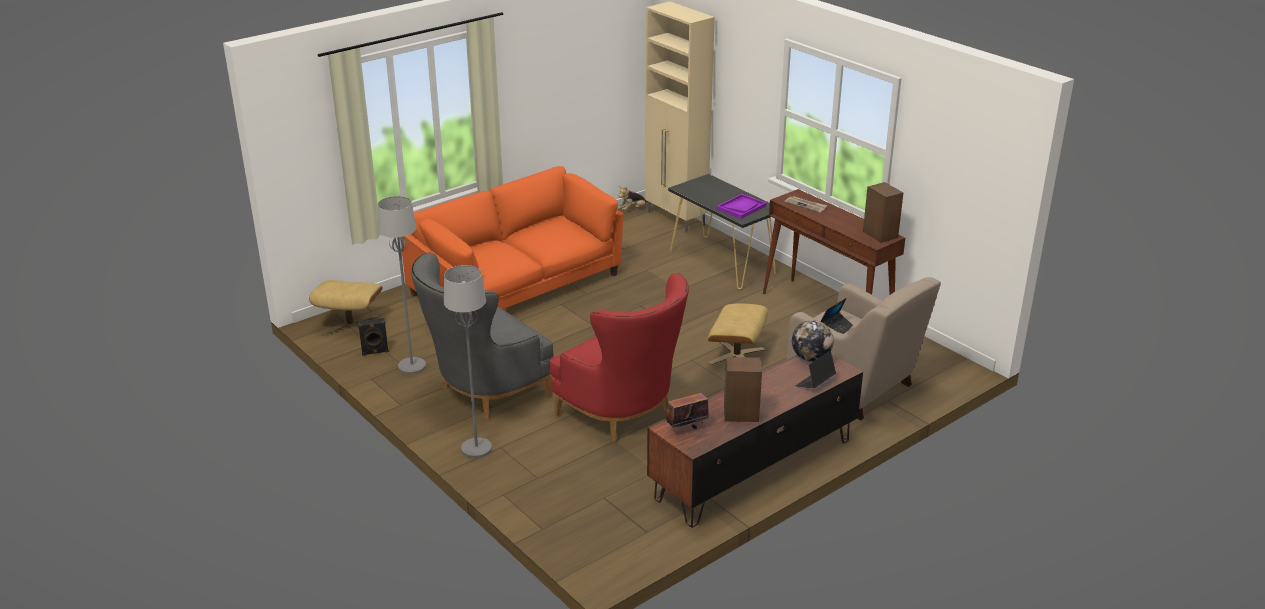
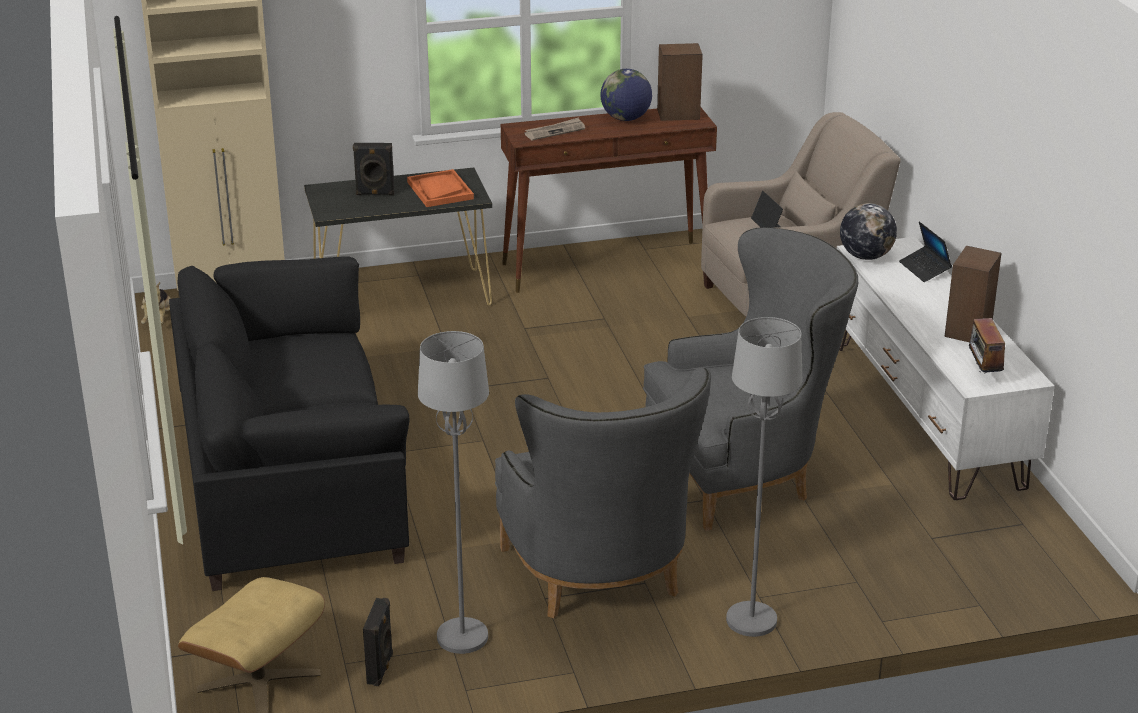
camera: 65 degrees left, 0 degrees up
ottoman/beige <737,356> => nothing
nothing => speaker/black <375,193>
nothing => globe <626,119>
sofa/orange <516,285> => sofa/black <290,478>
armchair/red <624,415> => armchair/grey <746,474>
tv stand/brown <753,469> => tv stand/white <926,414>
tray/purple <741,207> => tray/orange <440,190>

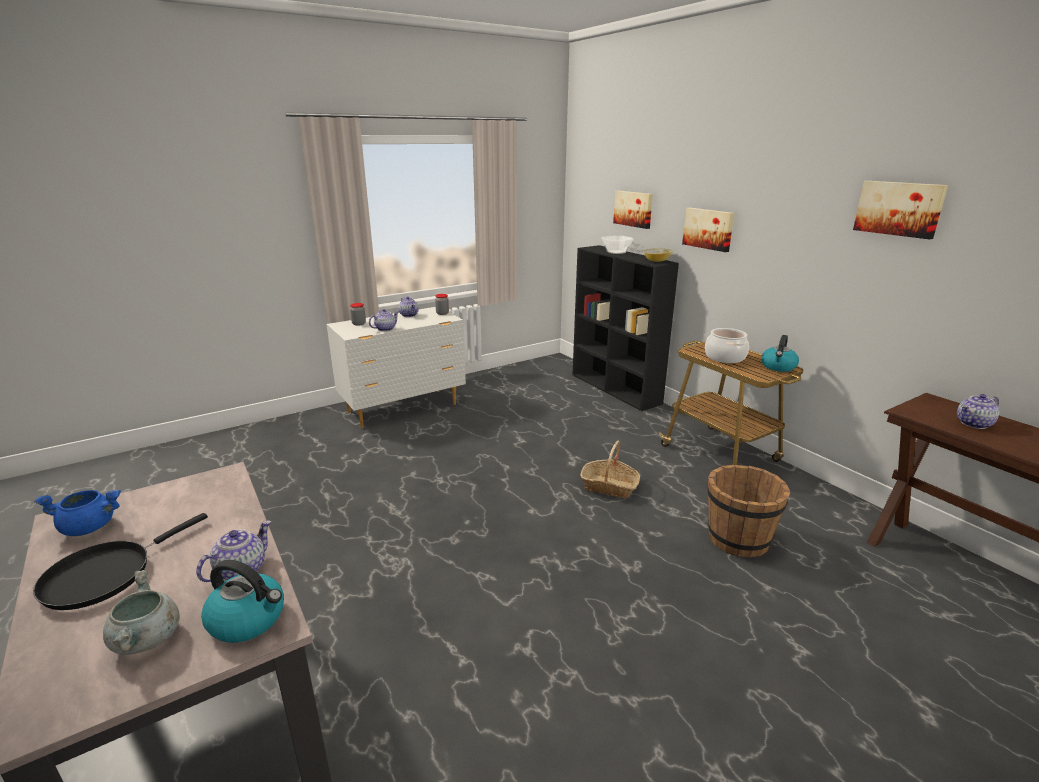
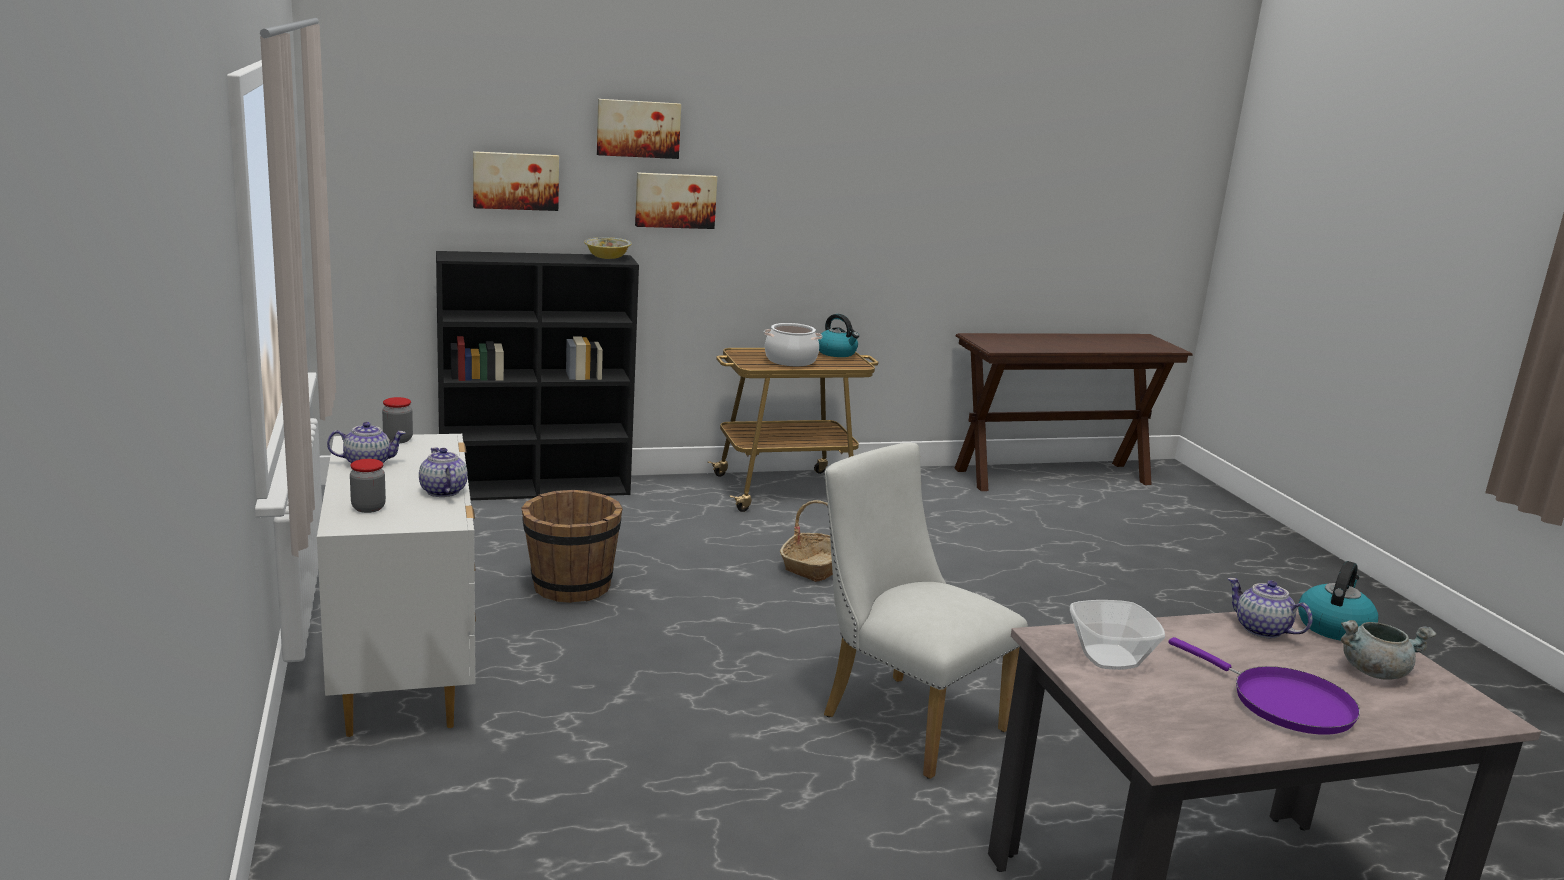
camera: 75 degrees left, 5 degrees down
cooking pot/blue <91,527> => nothing
teapot <974,424> => nothing
nothing => chair/white <902,718>
bowl <616,252> => bowl <1111,658>, moved
bucket/brown <738,539> => bucket/brown <570,586>, moved
picture <899,208> => picture <638,128>, moved
frying pan/black <105,574> => frying pan/purple <1283,703>

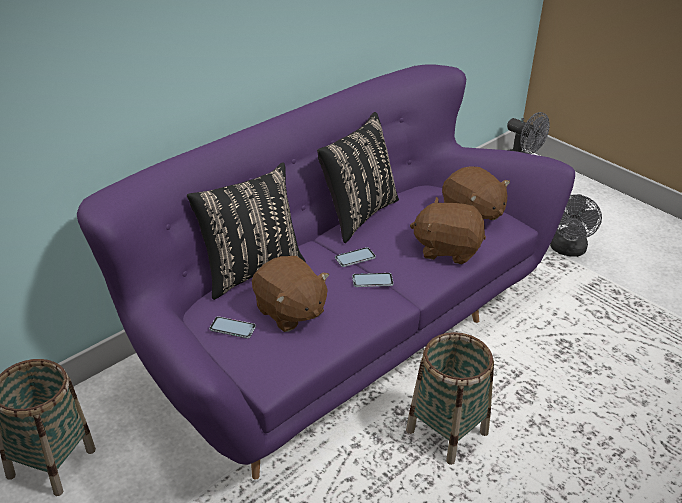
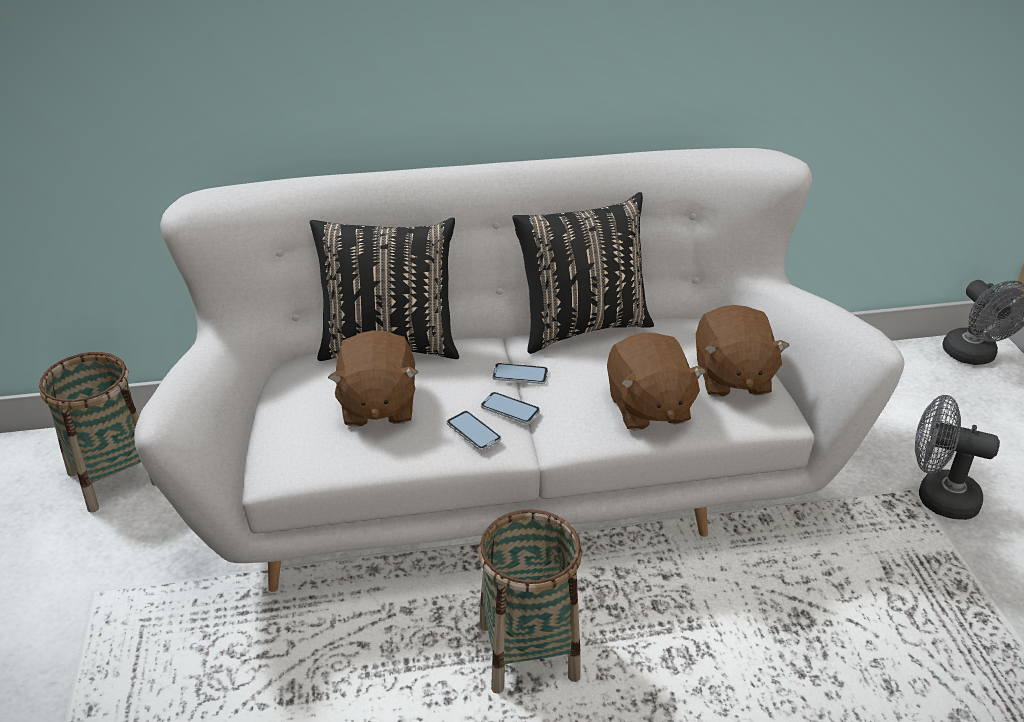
camera: 35 degrees right, 0 degrees up
phone <232,328> => phone <473,431>, moved
sofa/purple <339,336> => sofa/white <512,477>
plush toy/brown <447,249> => plush toy/brown <647,408>, 150 degrees counterclockwise
fan/grey <567,250> => fan/grey <937,497>, 60 degrees clockwise

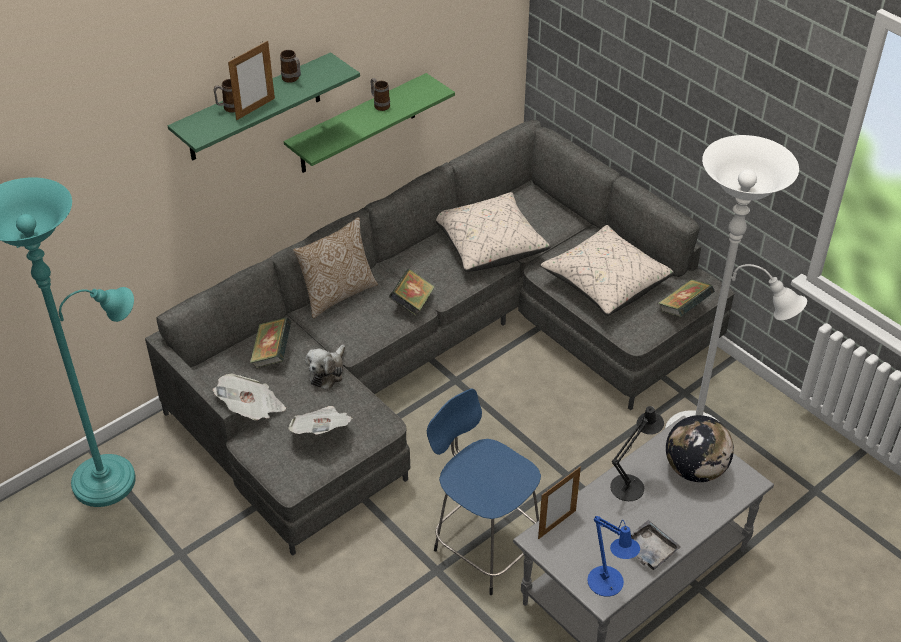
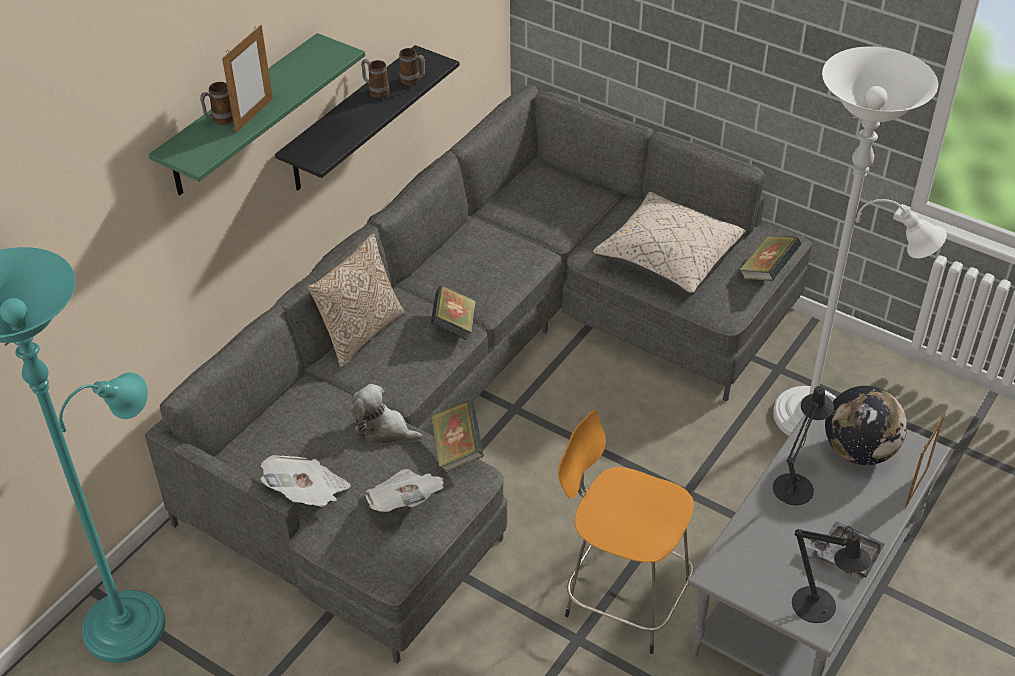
camera: 15 degrees left, 0 degrees up
pillow/beige <489,245> => nothing
book <272,354> => book <457,449>, moved
mug <292,79> => mug <413,81>, moved
picture frame <557,524> => picture frame <916,487>, moved
shelf/green <358,124> => shelf/black <350,120>
stool/blue <485,546> => stool/orange <623,597>
table lamp/blue <608,585> => table lamp/black <819,609>
plush toy <327,372> => plush toy <384,429>, 105 degrees clockwise

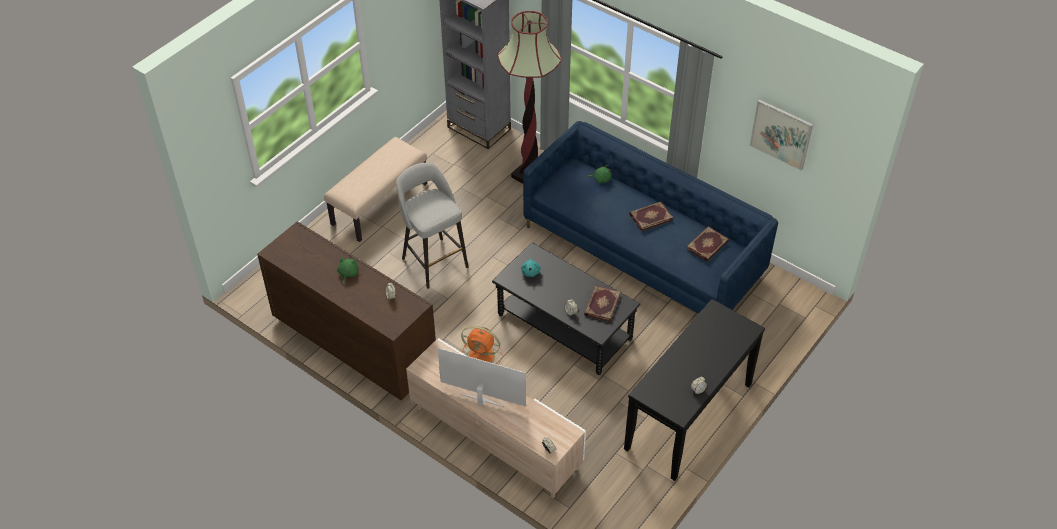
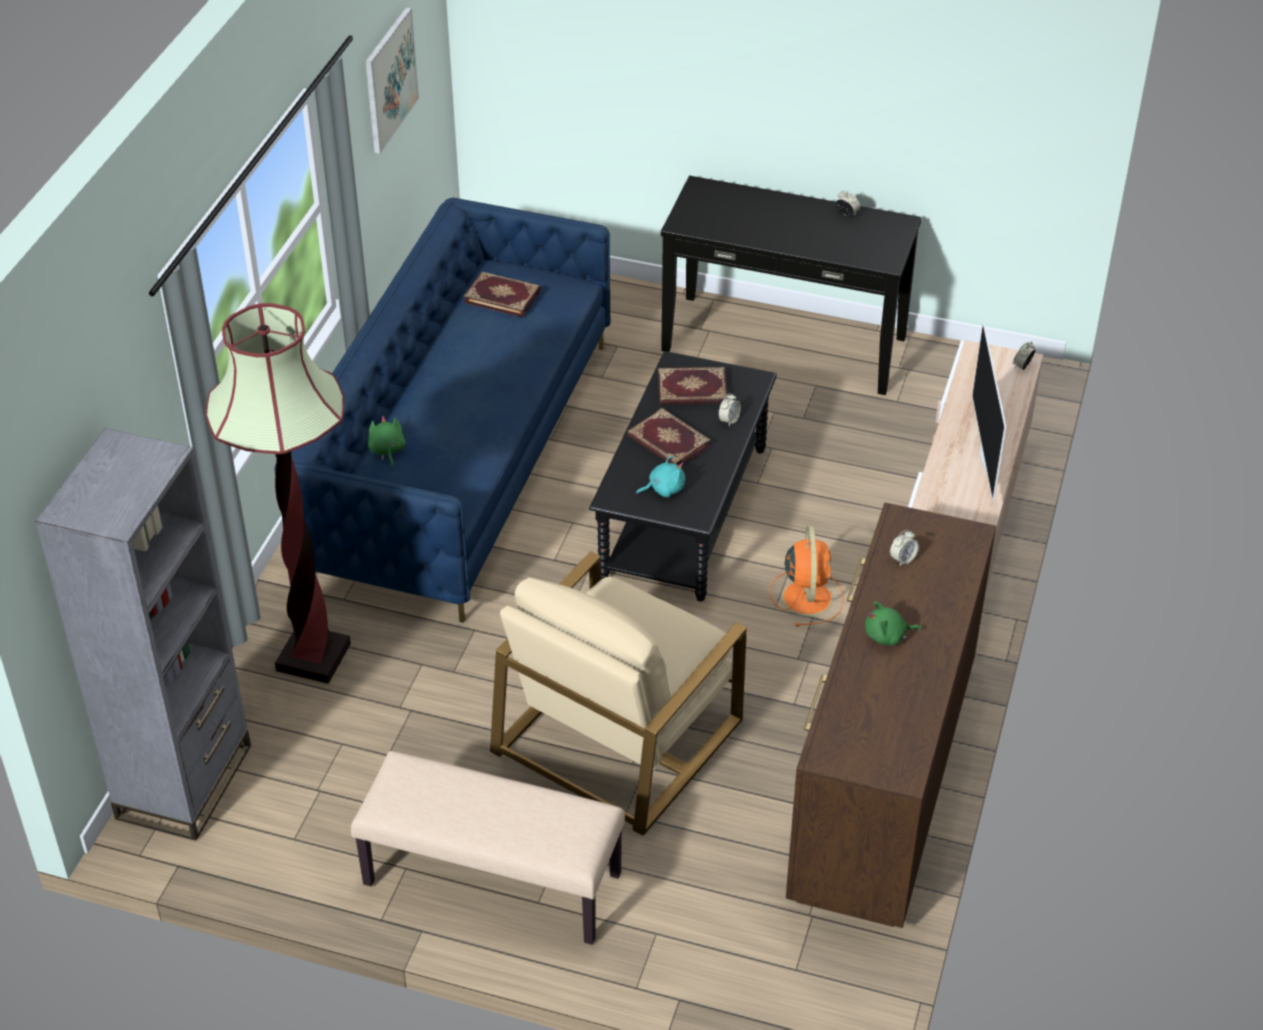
camera: 110 degrees left, 5 degrees down
book <650,217> => book <667,442>, moved
stool/grey <434,261> => armchair/beige <617,732>

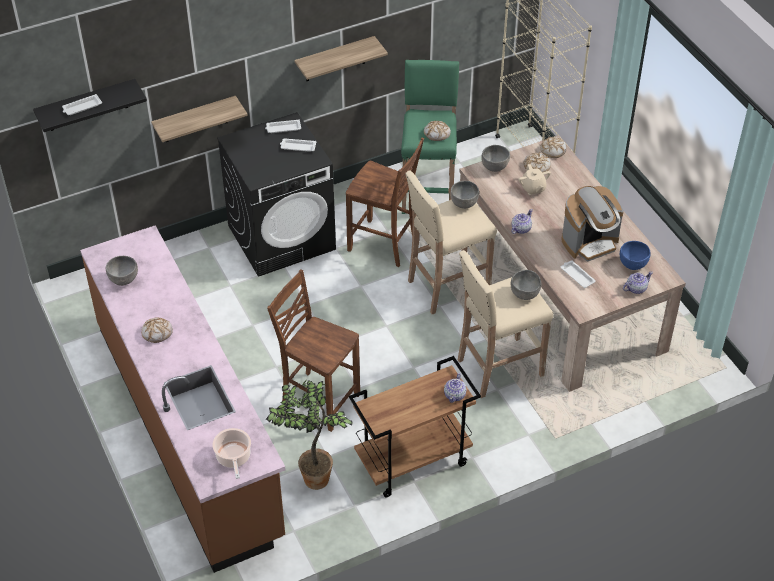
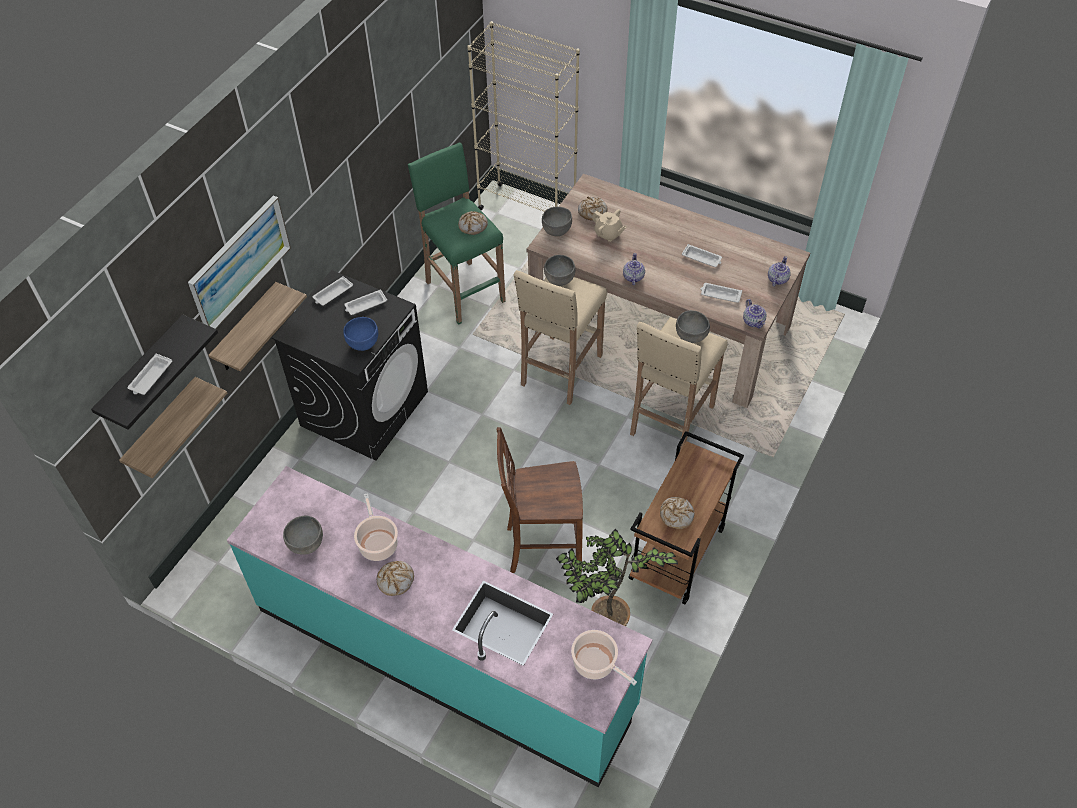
camera: 35 degrees left, 5 degrees up
chair/brown <384,245> => nothing
nothing => picture <239,263>
nothing => cooking pot <378,543>
shelf <335,59> => shelf <163,429>, moved
teapot <455,395> => teapot <753,321>, moved
bread <553,150> => bread <676,515>, moved
bowl/blue <632,264> => bowl/blue <363,344>, moved
coffee machine <590,242> => tray/white <702,258>
counter/brown <189,429> => counter/turquoise <444,656>

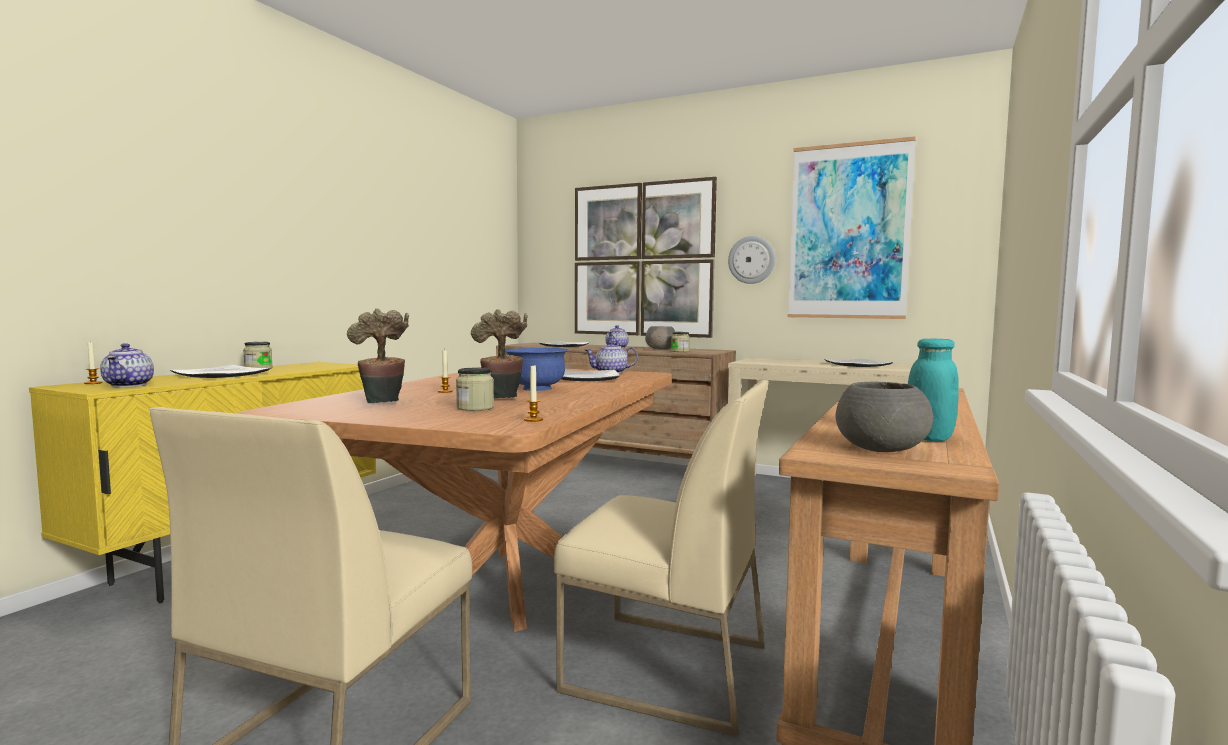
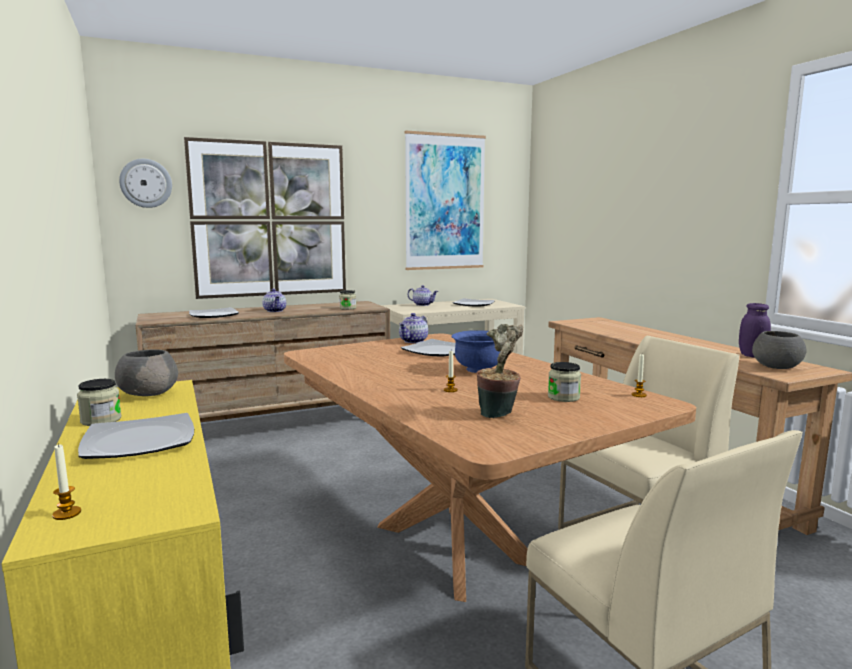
camera: 50 degrees left, 5 degrees up
potted plant <502,399> => nothing
teapot <129,385> => teapot <423,304>, moved
bowl/grey <661,349> => bowl/grey <149,393>, moved
wall clock <751,260> => wall clock <146,183>, moved
jar/turquoise <929,438> => jar/purple <752,356>

